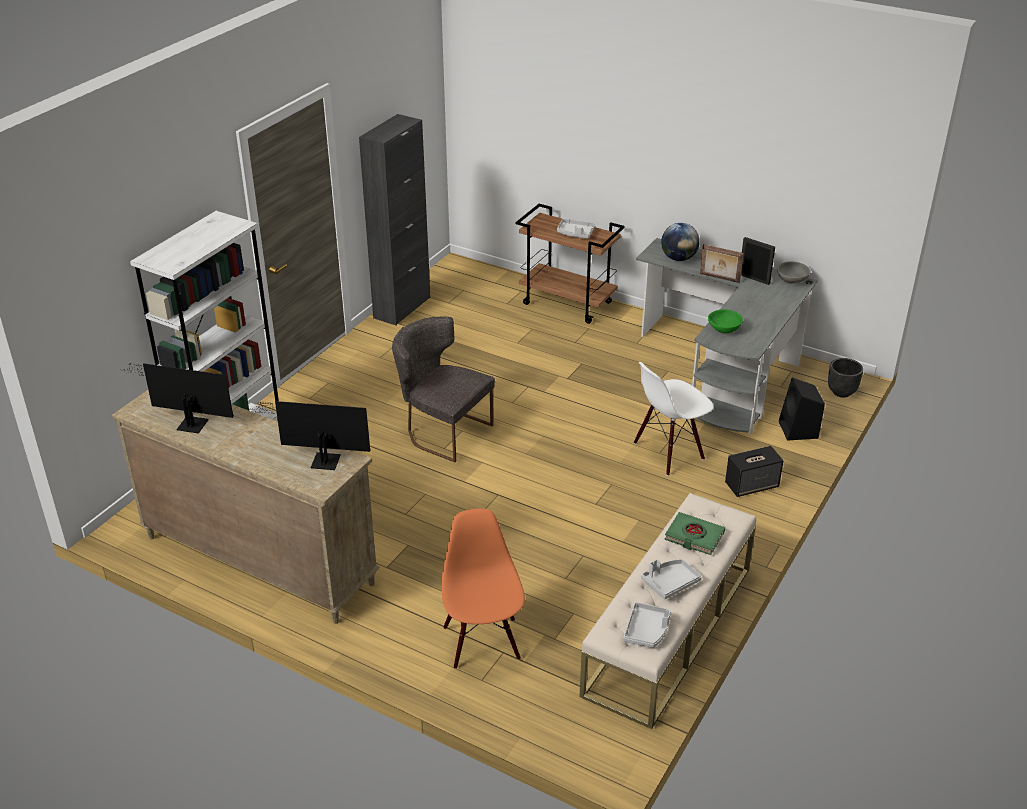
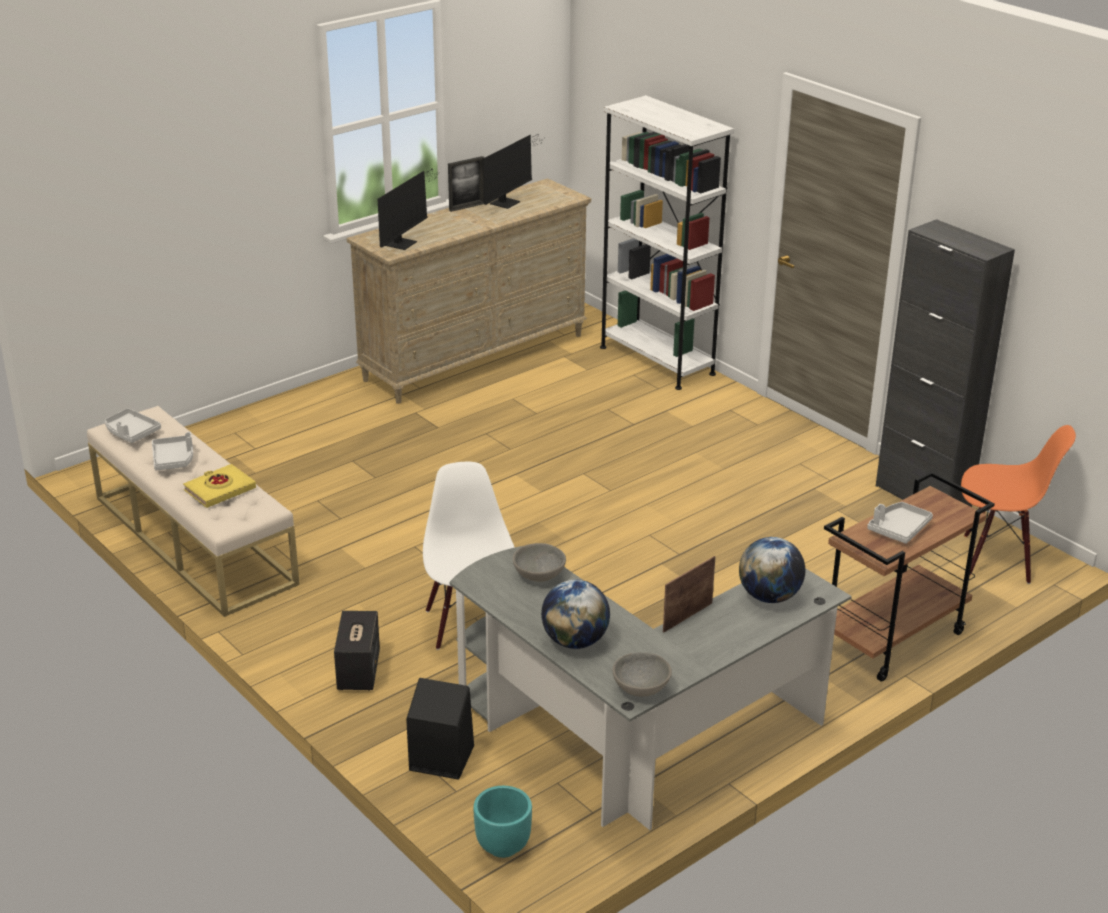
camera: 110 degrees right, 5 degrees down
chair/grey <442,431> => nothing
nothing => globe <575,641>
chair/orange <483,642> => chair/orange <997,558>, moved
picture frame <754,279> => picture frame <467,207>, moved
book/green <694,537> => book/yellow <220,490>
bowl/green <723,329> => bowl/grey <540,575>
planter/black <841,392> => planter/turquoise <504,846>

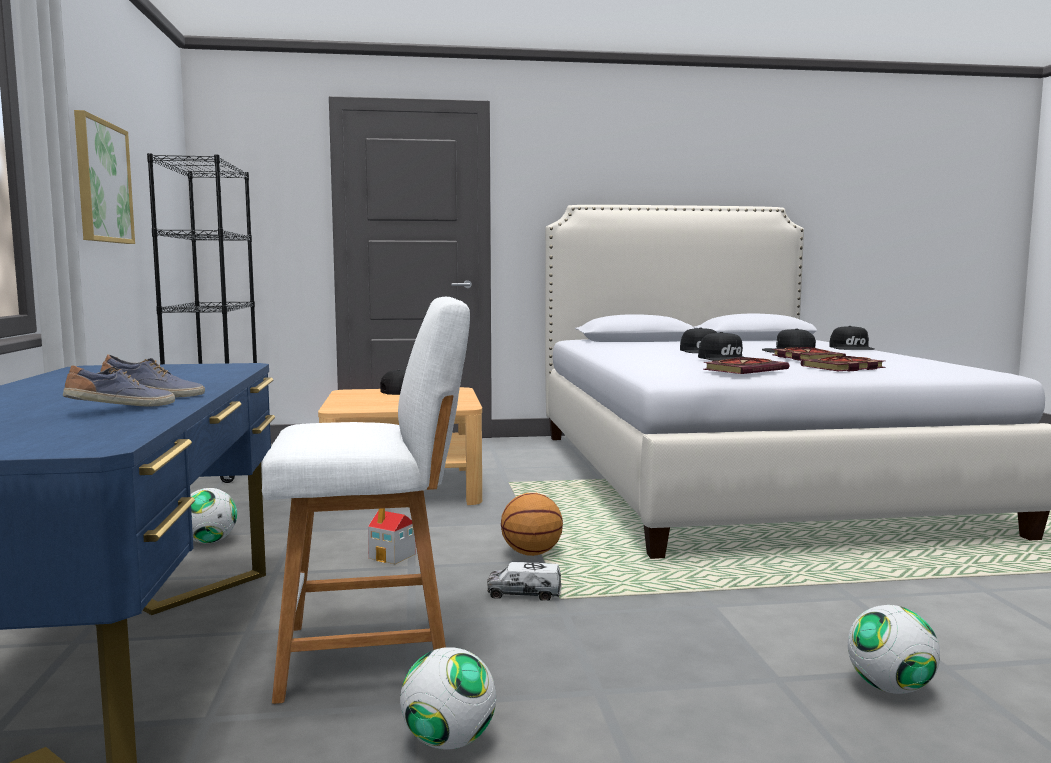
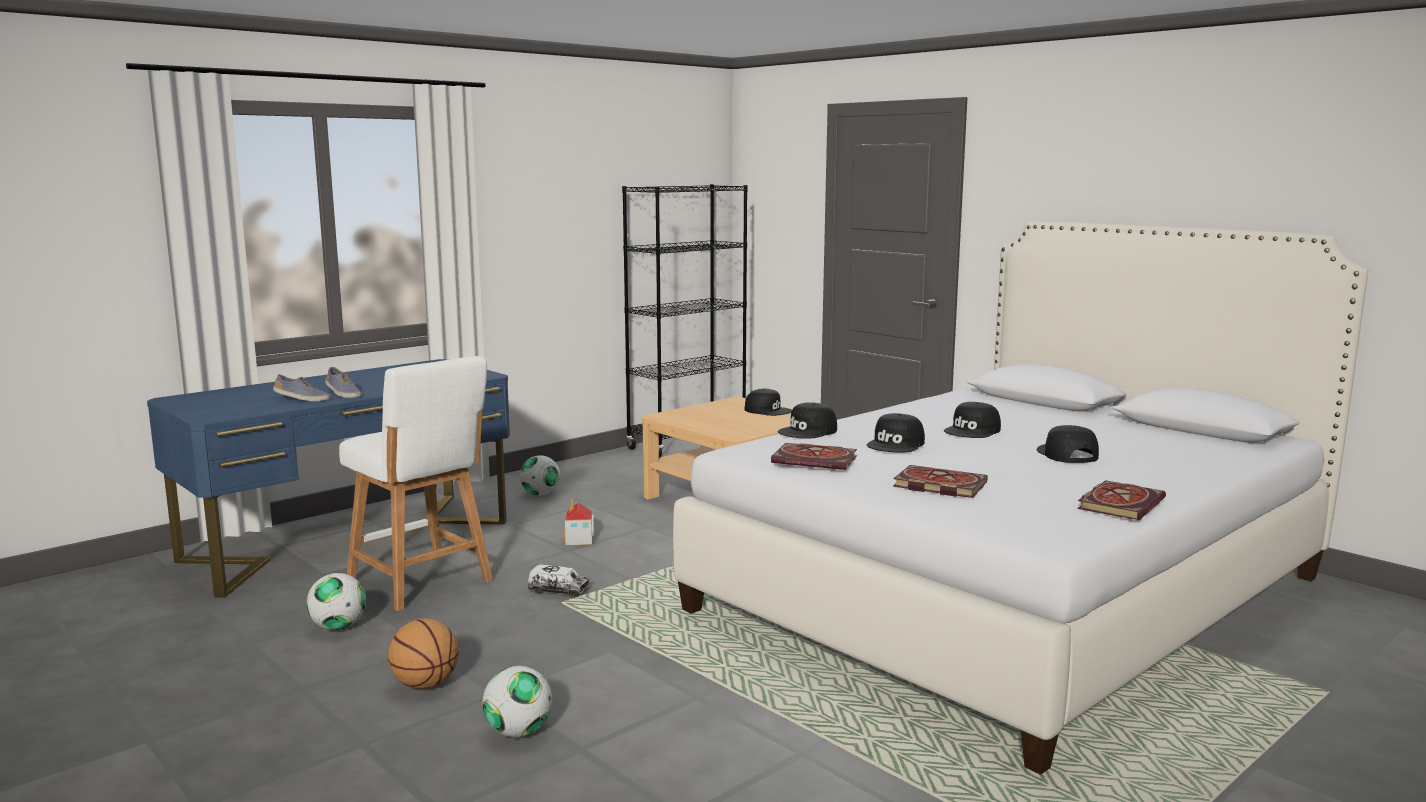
camera: 55 degrees right, 5 degrees up
picture <102,182> => nothing
basketball <532,553> => basketball <426,684>, moved
book <805,358> => book <1120,504>, moved
cap/black <852,348> => cap/black <808,431>, moved
toy truck <524,593> => toy truck <558,591>, 135 degrees clockwise

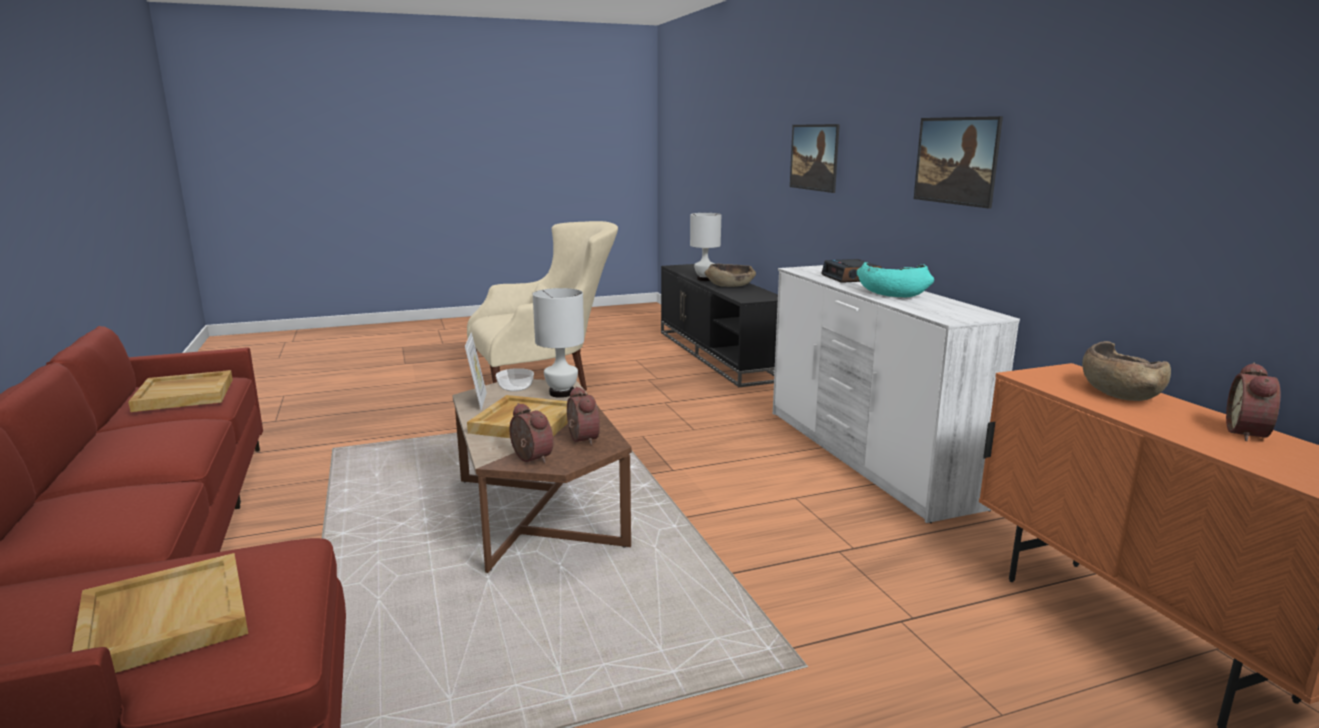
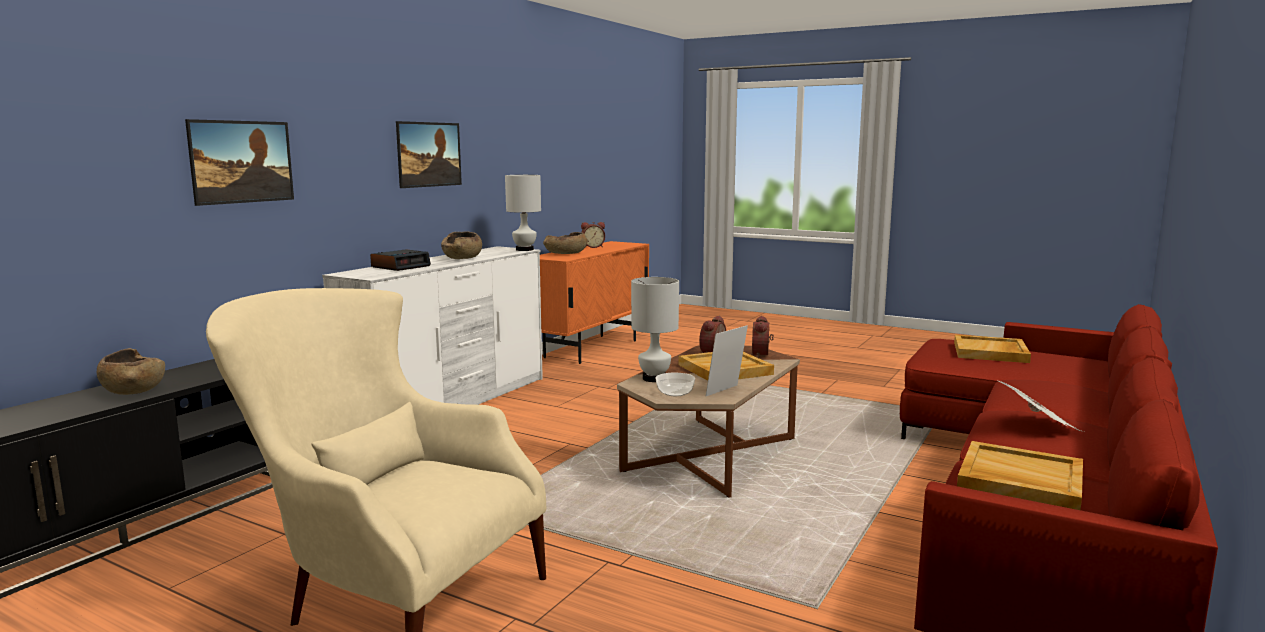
camera: 130 degrees left, 5 degrees down
nothing => newspaper <1037,426>
table lamp/white <704,279> => table lamp/white <525,249>, moved
bowl/turquoise <892,294> => bowl/brown <462,258>

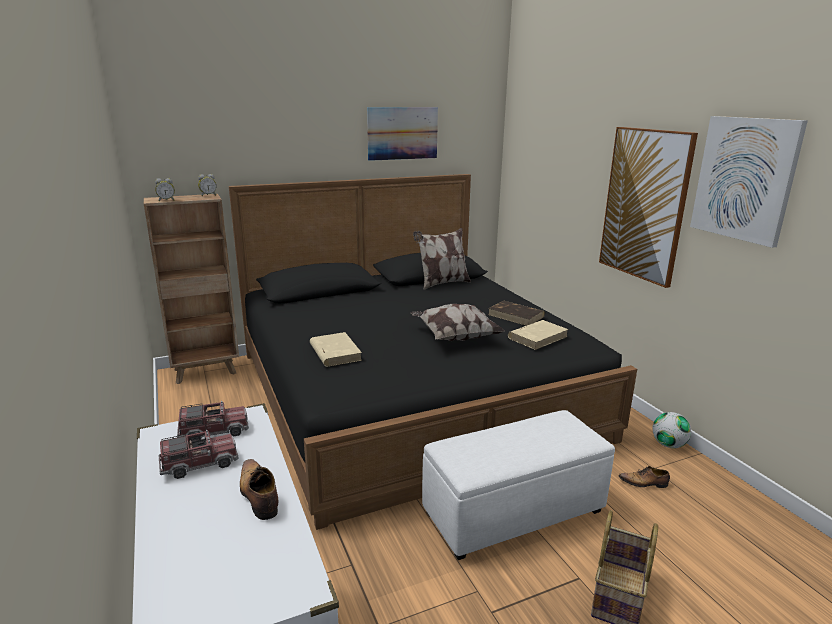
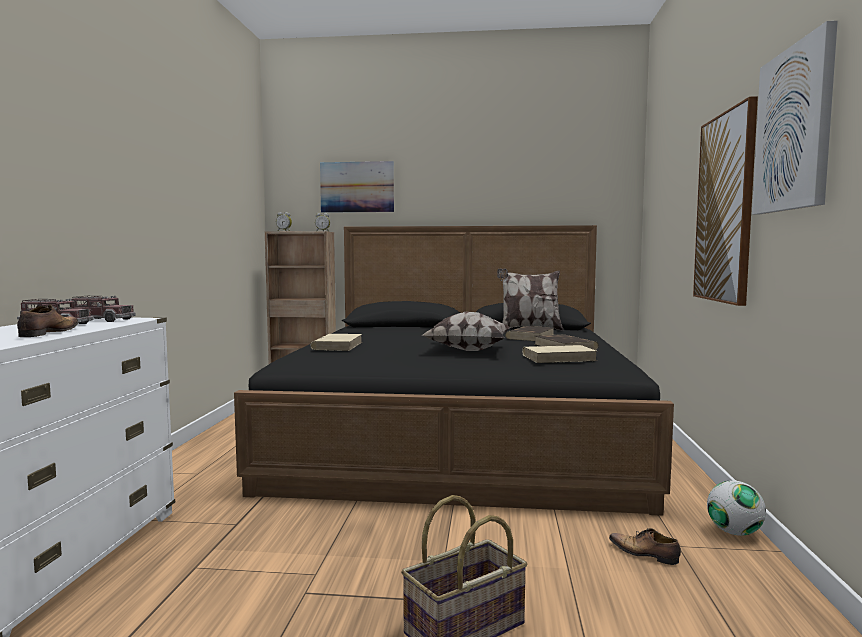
camera: 30 degrees right, 15 degrees down
ottoman/white <514,511> => nothing
nothing => book/brown <530,337>
picture <402,133> => picture <357,187>, moved

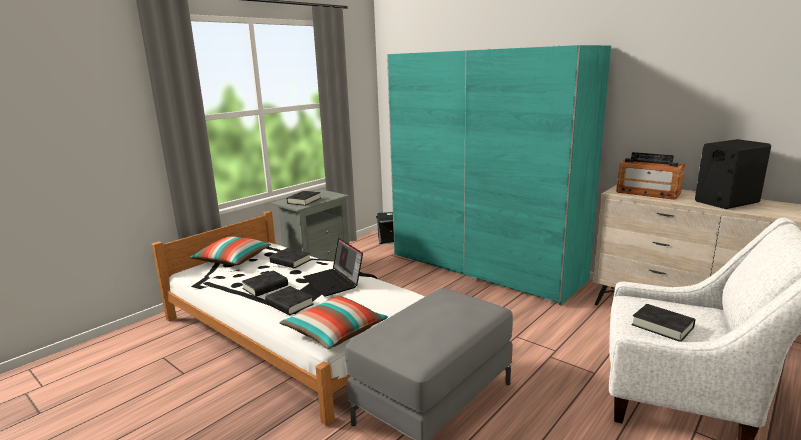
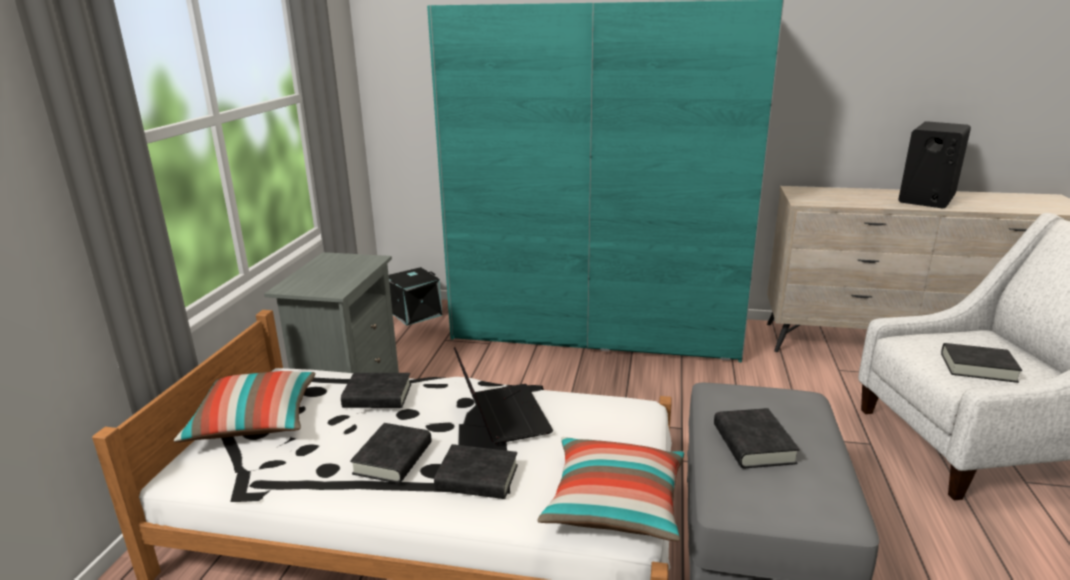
camera: 30 degrees left, 5 degrees up
radio <647,193> => nothing
book/black <304,201> => book/black <753,444>, moved
laptop <334,282> => laptop <501,415>, 135 degrees counterclockwise

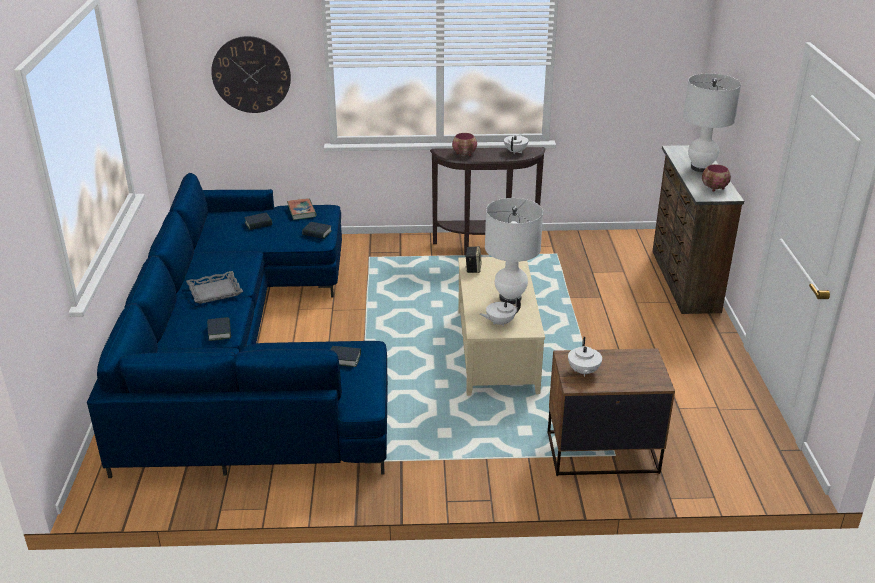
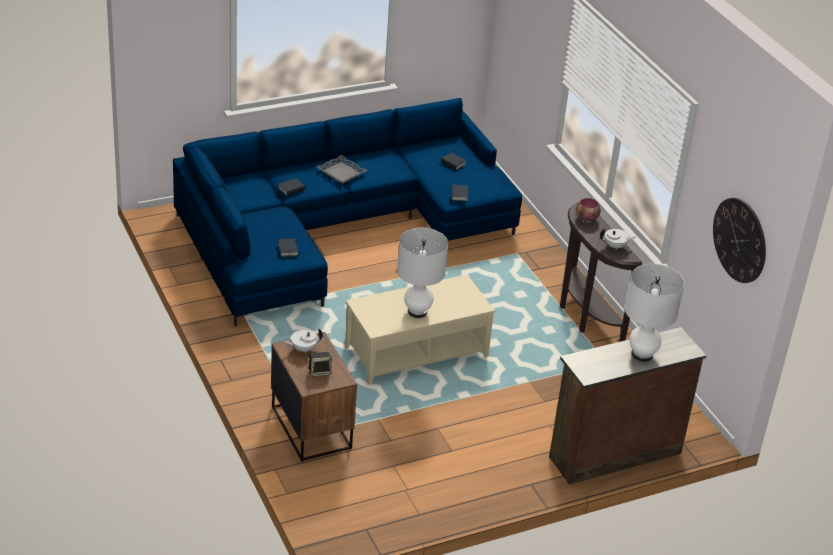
camera: 65 degrees right, 5 degrees up
book <301,211> => nothing
teapot/white <499,322> => nothing
bowl <714,188> => nothing
wall clock <251,74> => wall clock <739,240>, moved
speaker <472,268> => speaker <320,372>, moved

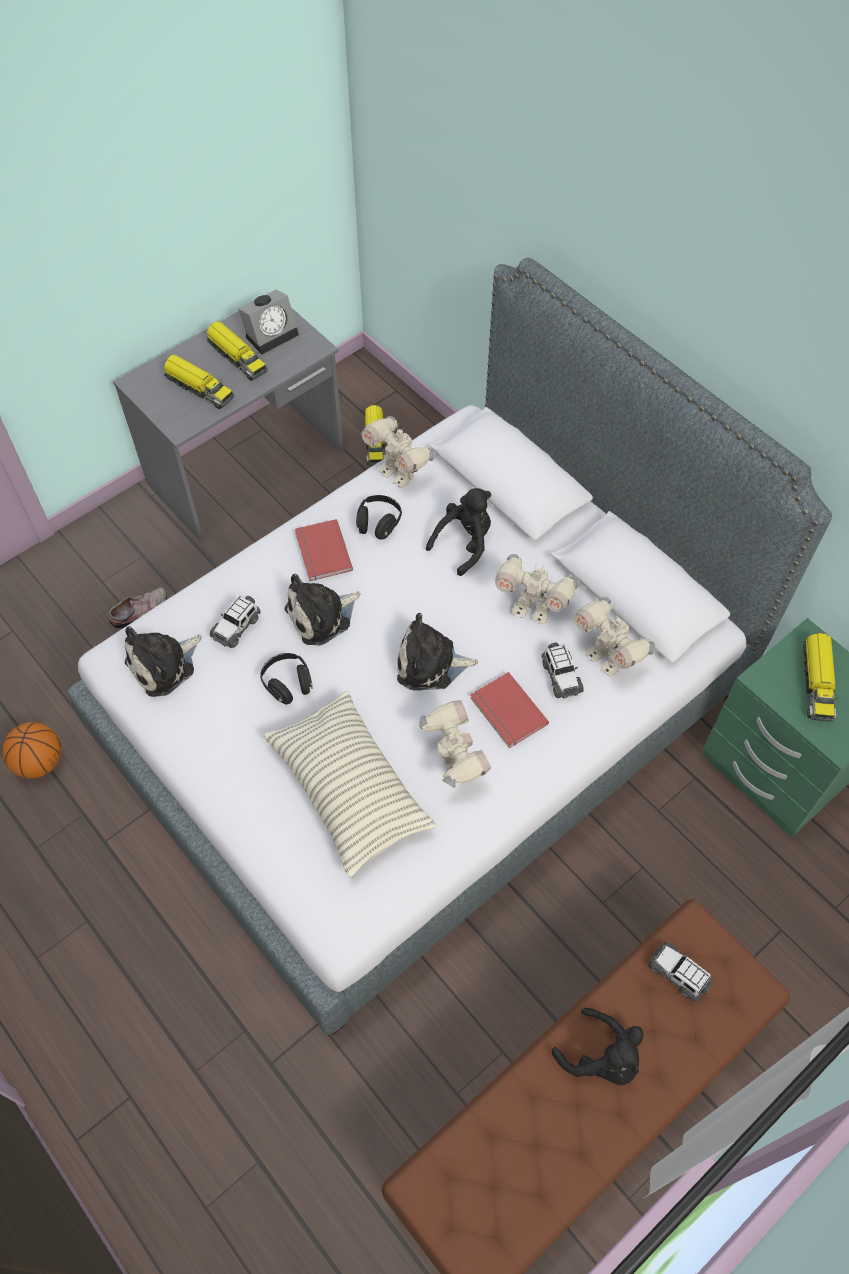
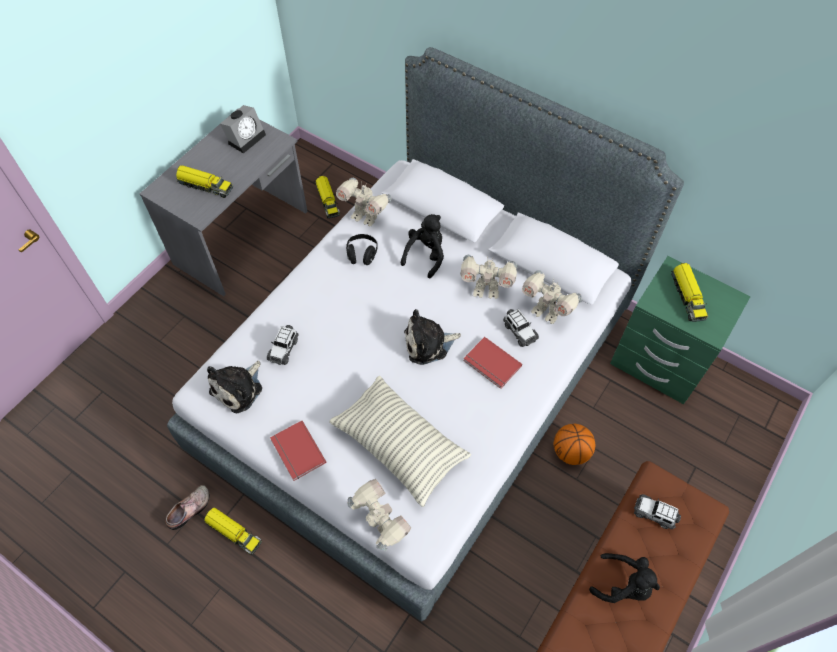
camera: 15 degrees left, 0 degrees up
headphones/black <288,684> => nothing
plush toy <322,616> => nothing
basketball <40,762> => basketball <570,452>, moved
shoe <140,612> => shoe <190,510>, moved
toy truck <237,357> => toy truck <233,532>, moved
book/red <321,552> => book/red <296,452>, moved
toy robot <454,766> => toy robot <381,526>, moved

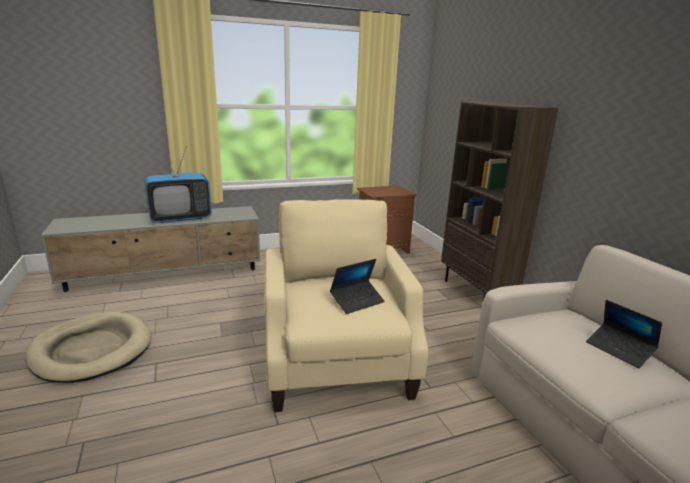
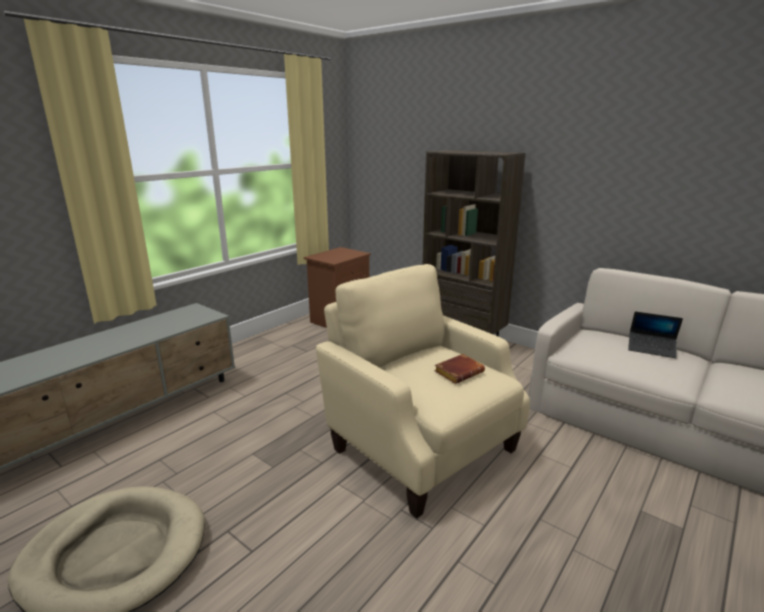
camera: 30 degrees left, 0 degrees up
television <180,218> => nothing
laptop <357,301> => book/brown <459,372>

